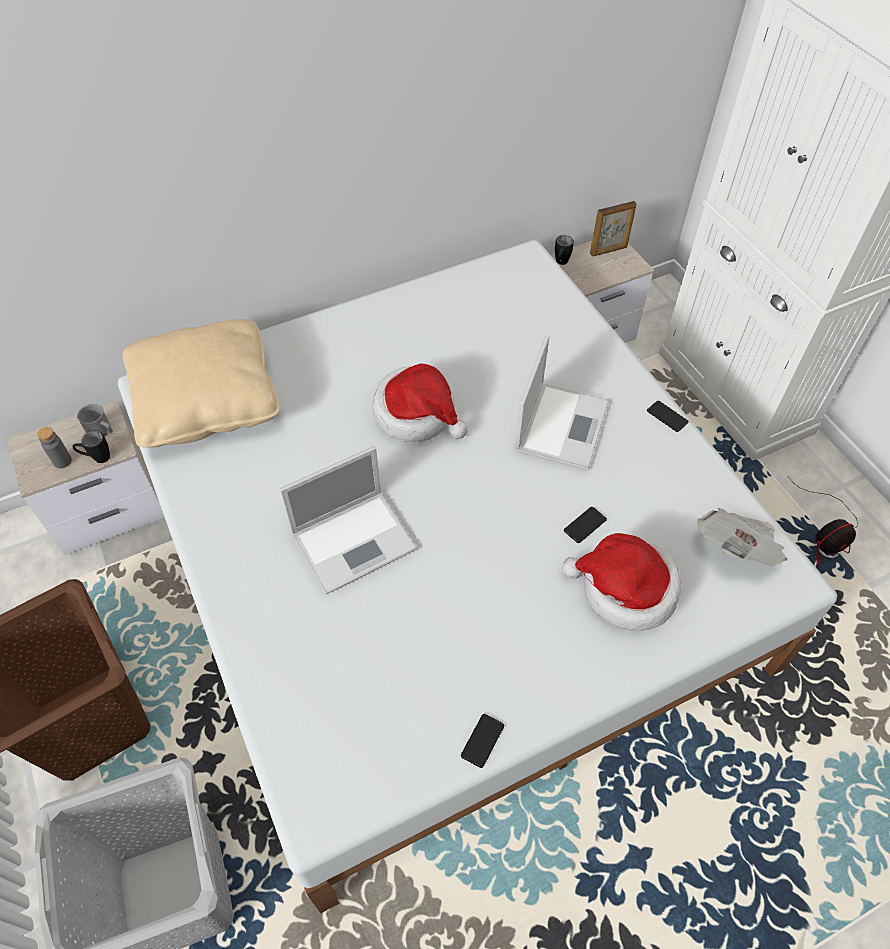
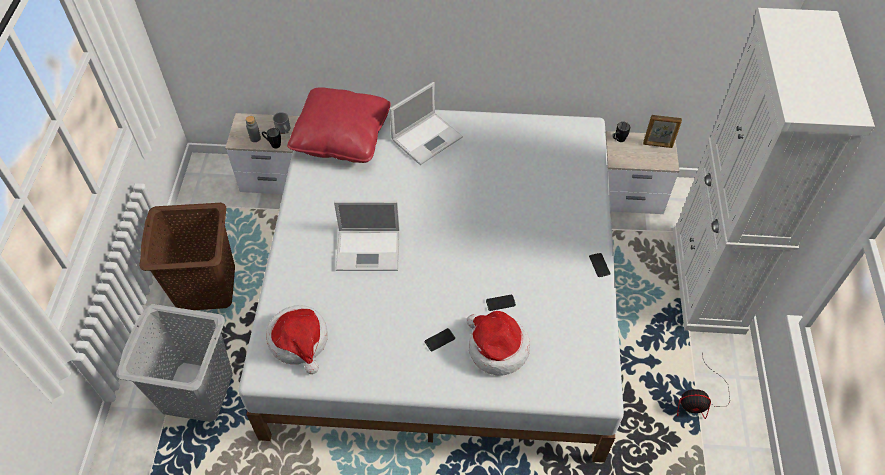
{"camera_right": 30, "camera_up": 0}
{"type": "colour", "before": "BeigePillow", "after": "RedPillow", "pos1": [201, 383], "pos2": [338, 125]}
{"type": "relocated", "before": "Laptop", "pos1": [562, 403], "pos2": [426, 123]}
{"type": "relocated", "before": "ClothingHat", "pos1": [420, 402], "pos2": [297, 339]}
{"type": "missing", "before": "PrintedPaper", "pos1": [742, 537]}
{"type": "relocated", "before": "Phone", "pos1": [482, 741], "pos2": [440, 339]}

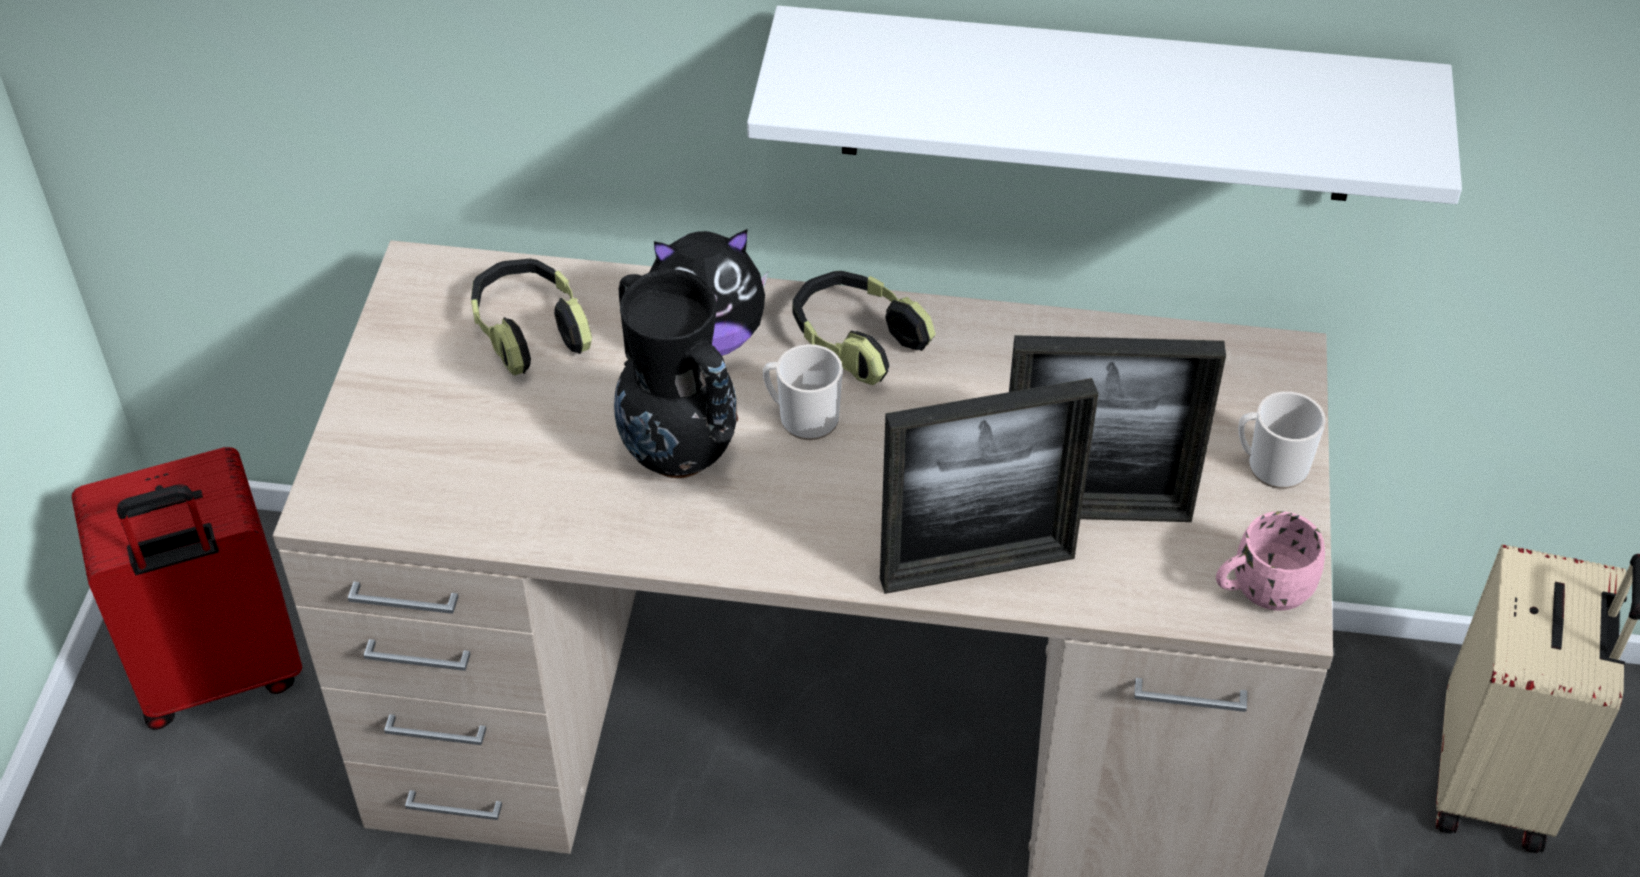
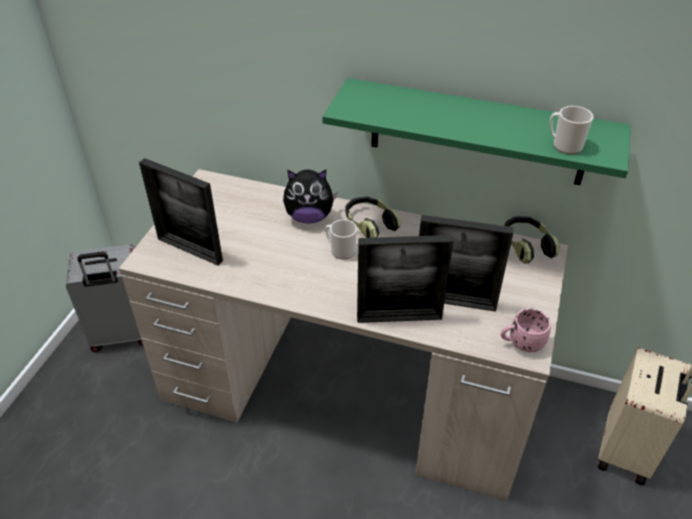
{"camera_right": 10, "camera_up": -5}
{"type": "colour", "before": "WhiteColouredBracketShelf", "after": "GreenishBracketShelf", "pos1": [1104, 105], "pos2": [476, 131]}
{"type": "relocated", "before": "Headset", "pos1": [531, 317], "pos2": [531, 240]}
{"type": "missing", "before": "BlackFlowerVase", "pos1": [676, 373]}
{"type": "relocated", "before": "TeaMug", "pos1": [1282, 440], "pos2": [571, 130]}
{"type": "colour", "before": "RedSuitcase", "after": "GreySuitcase", "pos1": [187, 588], "pos2": [104, 298]}
{"type": "appeared", "after": "StandingFrame", "pos2": [181, 211]}

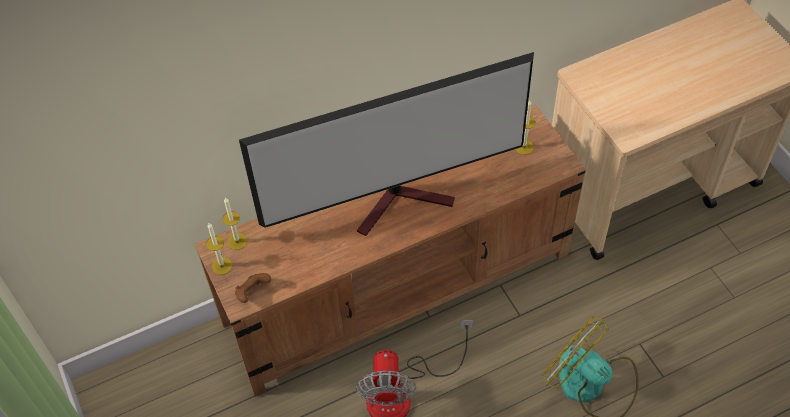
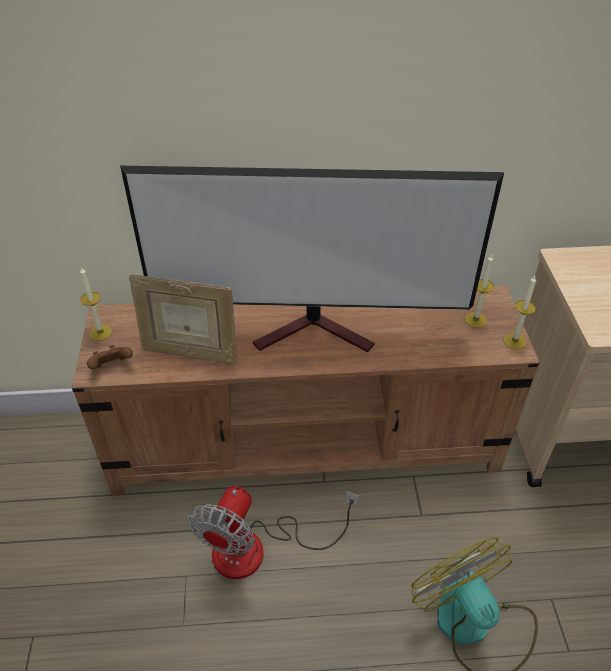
{"camera_right": 20, "camera_up": -10}
{"type": "relocated", "before": "WaxCandle", "pos1": [235, 223], "pos2": [519, 313]}
{"type": "appeared", "after": "StandingFrame", "pos2": [183, 319]}

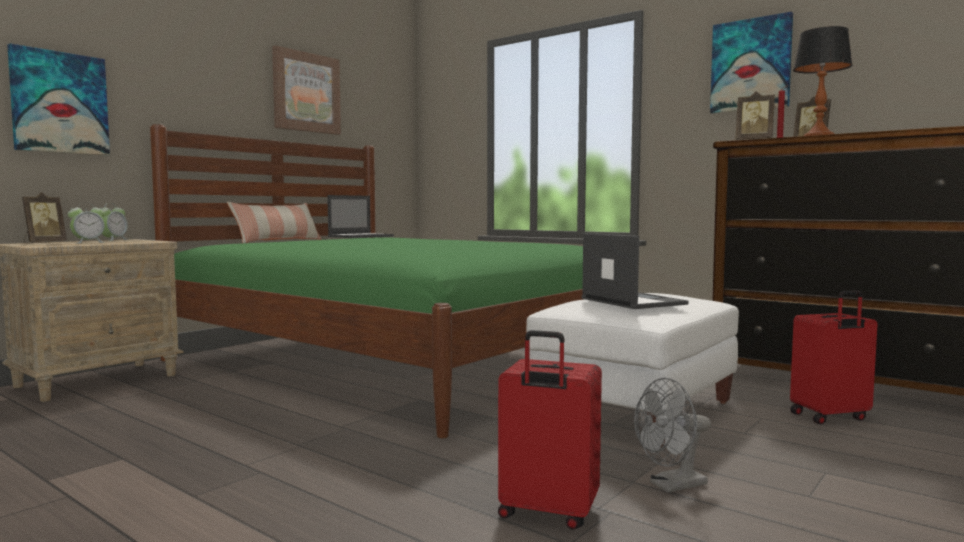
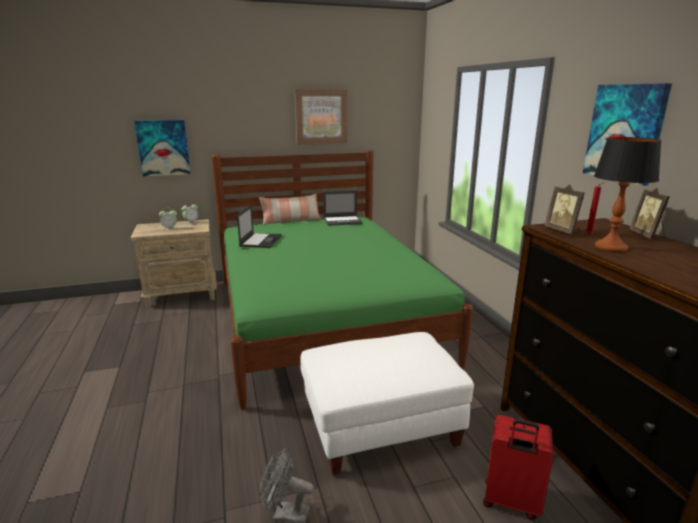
{"camera_right": 35, "camera_up": 15}
{"type": "missing", "before": "StandingFrame", "pos1": [44, 217]}
{"type": "relocated", "before": "Laptop", "pos1": [635, 271], "pos2": [259, 226]}
{"type": "missing", "before": "RedSuitcase", "pos1": [550, 430]}

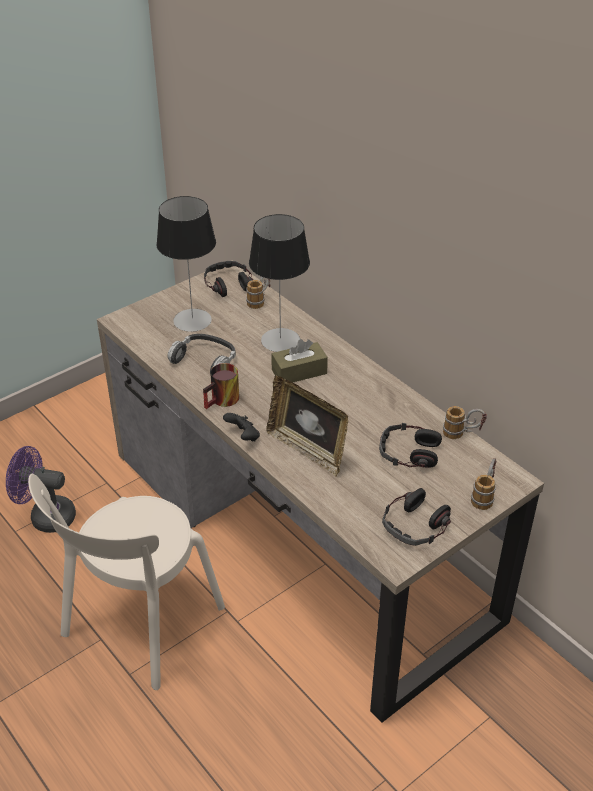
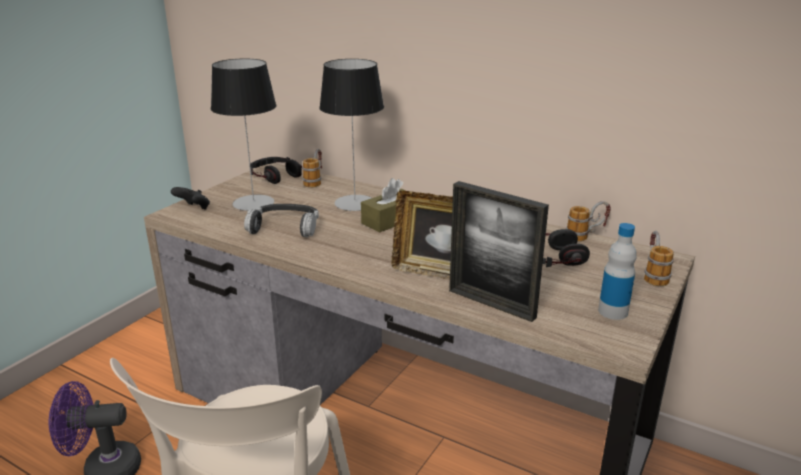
{"camera_right": -20, "camera_up": -15}
{"type": "missing", "before": "TeaMug", "pos1": [221, 386]}
{"type": "relocated", "before": "BlackJoypad", "pos1": [241, 427], "pos2": [190, 198]}
{"type": "exchanged", "before": "Headset", "after": "DrinkBottle", "pos1": [416, 517], "pos2": [617, 271]}
{"type": "appeared", "after": "StandingFrame", "pos2": [499, 251]}

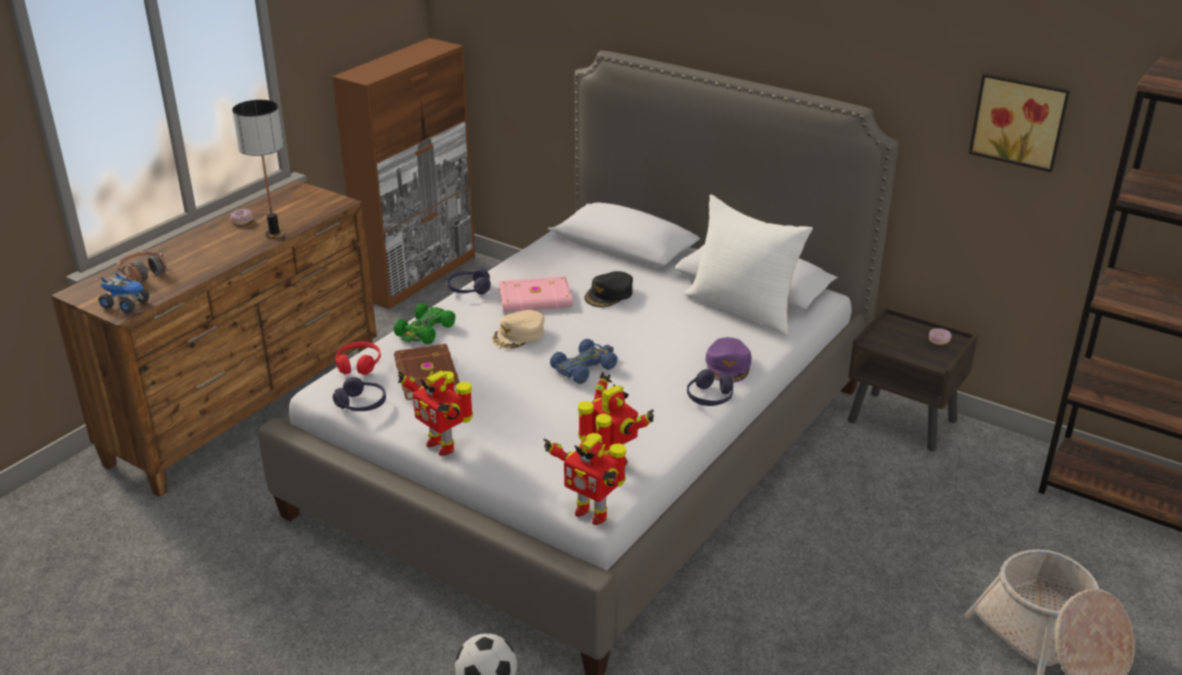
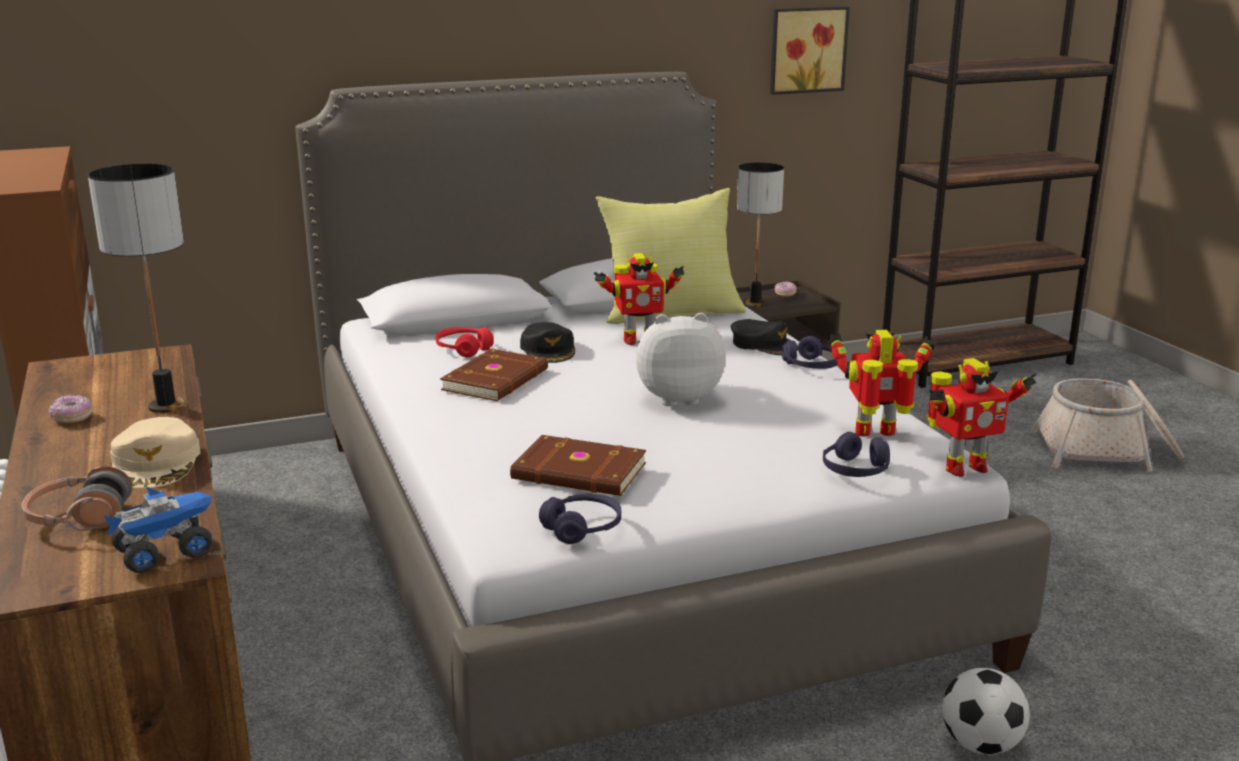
{"camera_right": -55, "camera_up": -10}
{"type": "colour", "before": "WhiteColouredPillow", "after": "YellowColouredPillow", "pos1": [749, 265], "pos2": [670, 256]}
{"type": "relocated", "before": "PurpleColouredHeadset", "pos1": [469, 281], "pos2": [856, 454]}
{"type": "colour", "before": "PinkColouredBoundBook", "after": "BrownishBoundBook", "pos1": [536, 294], "pos2": [494, 375]}
{"type": "missing", "before": "GreenishToyCar", "pos1": [424, 323]}
{"type": "relocated", "before": "BeigeCap", "pos1": [518, 329], "pos2": [155, 453]}
{"type": "colour", "before": "PurpleColouredCap", "after": "BlackCap", "pos1": [729, 360], "pos2": [764, 337]}
{"type": "exchanged", "before": "BluishToyCar", "after": "CuddlyToy", "pos1": [584, 361], "pos2": [681, 359]}
{"type": "relocated", "before": "RedHeadset", "pos1": [358, 358], "pos2": [465, 342]}
{"type": "relocated", "before": "ToyRobot", "pos1": [435, 413], "pos2": [639, 299]}
{"type": "appeared", "after": "TableLamp", "pos2": [760, 234]}

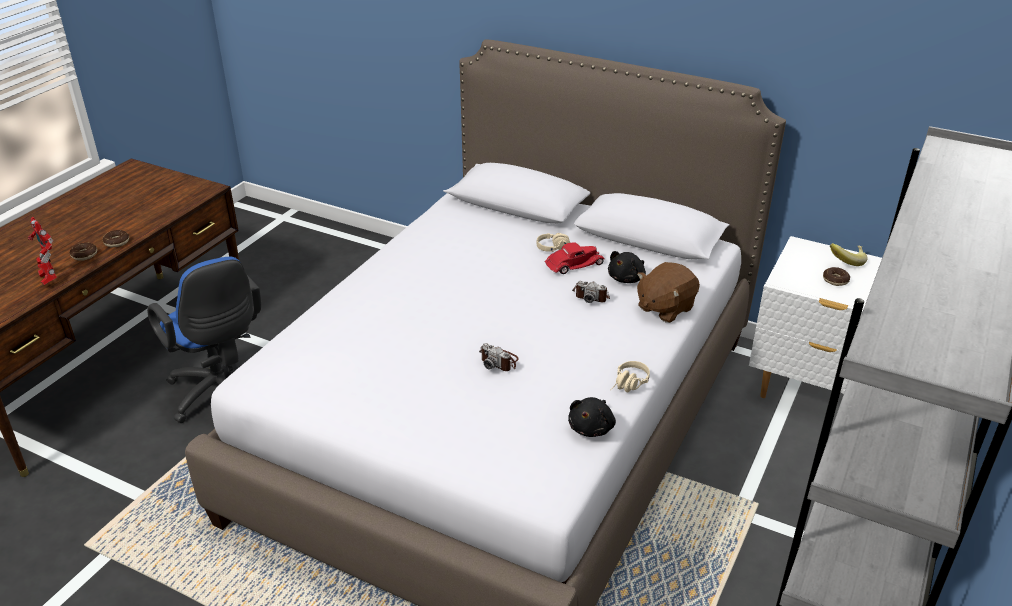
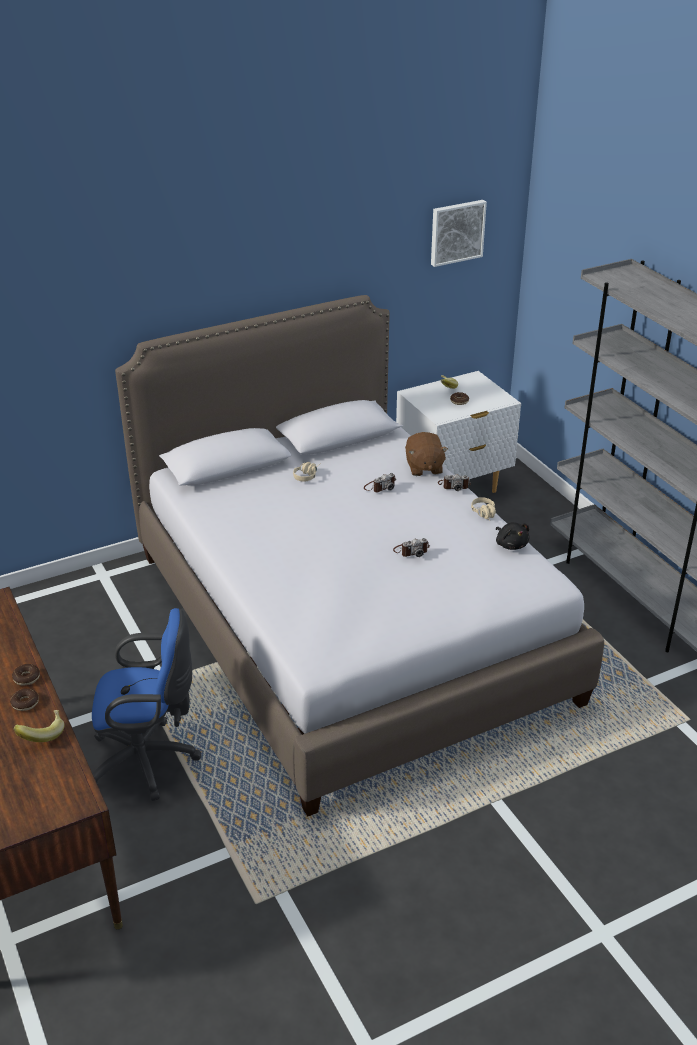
{"camera_right": -55, "camera_up": 0}
{"type": "exchanged", "before": "ToyRobot", "after": "Banana", "pos1": [42, 251], "pos2": [39, 726]}
{"type": "missing", "before": "RedToyCar", "pos1": [575, 258]}
{"type": "missing", "before": "BlackCuddlyToy", "pos1": [627, 267]}
{"type": "appeared", "after": "WallPicture", "pos2": [459, 233]}
{"type": "appeared", "after": "PhotoCamera", "pos2": [454, 482]}

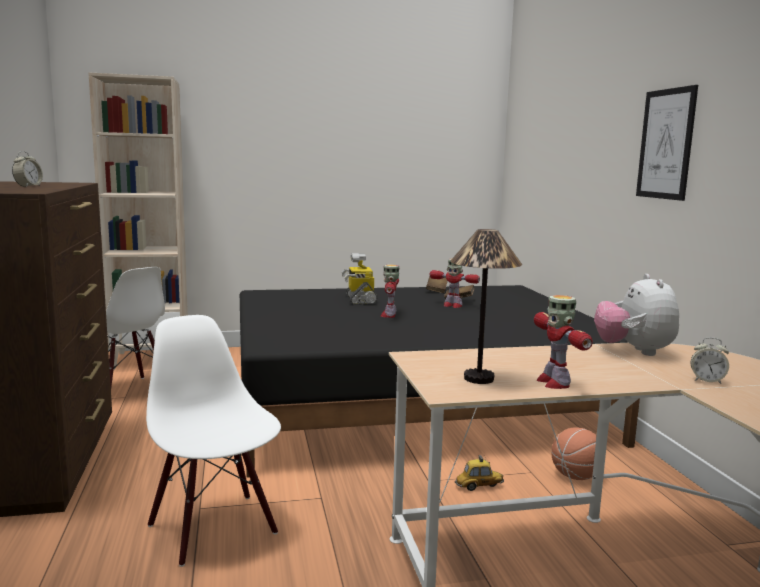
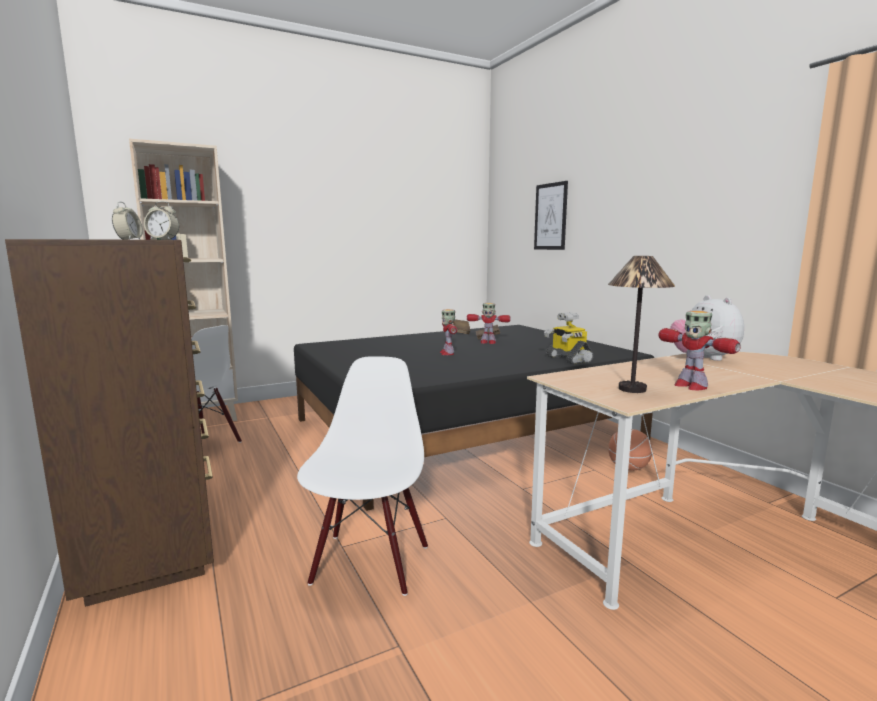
{"camera_right": -15, "camera_up": 0}
{"type": "relocated", "before": "WallPicture", "pos1": [667, 143], "pos2": [551, 215]}
{"type": "relocated", "before": "ToyRobot", "pos1": [360, 279], "pos2": [569, 338]}
{"type": "spun", "before": "WhiteColouredUprightChair", "pos1": [213, 441], "pos2": [362, 476], "turn": 60}
{"type": "relocated", "before": "BedsideClock", "pos1": [710, 360], "pos2": [161, 220]}
{"type": "missing", "before": "ToyCar", "pos1": [479, 473]}

